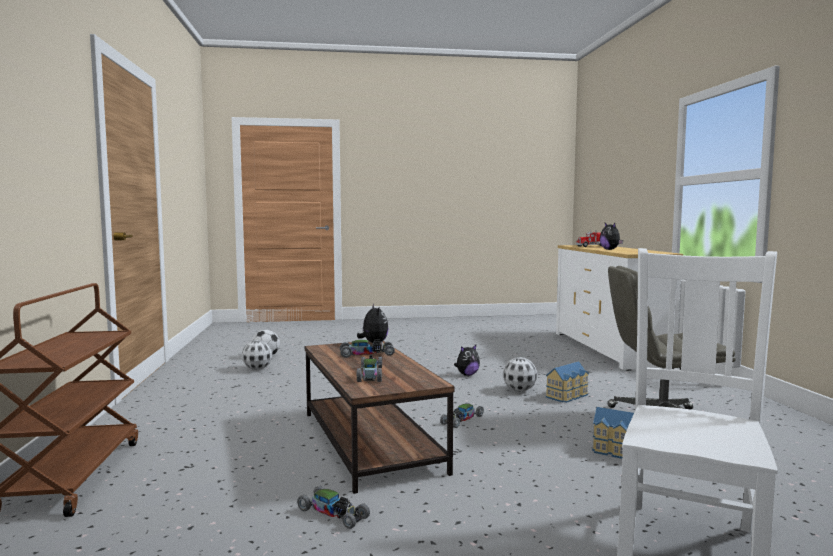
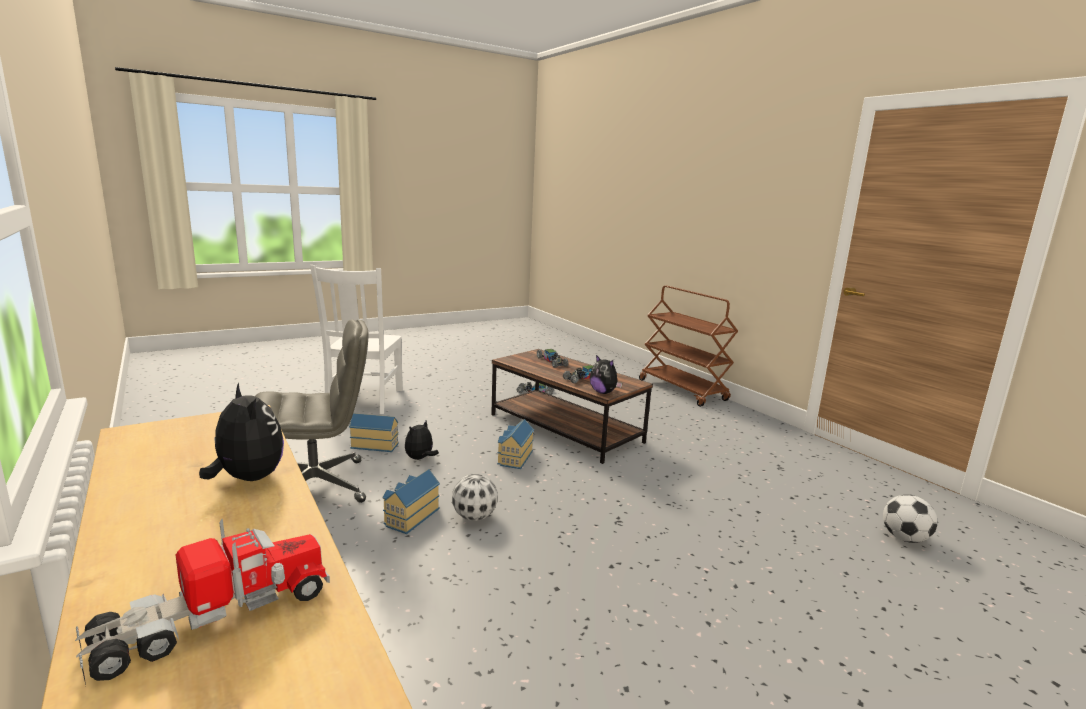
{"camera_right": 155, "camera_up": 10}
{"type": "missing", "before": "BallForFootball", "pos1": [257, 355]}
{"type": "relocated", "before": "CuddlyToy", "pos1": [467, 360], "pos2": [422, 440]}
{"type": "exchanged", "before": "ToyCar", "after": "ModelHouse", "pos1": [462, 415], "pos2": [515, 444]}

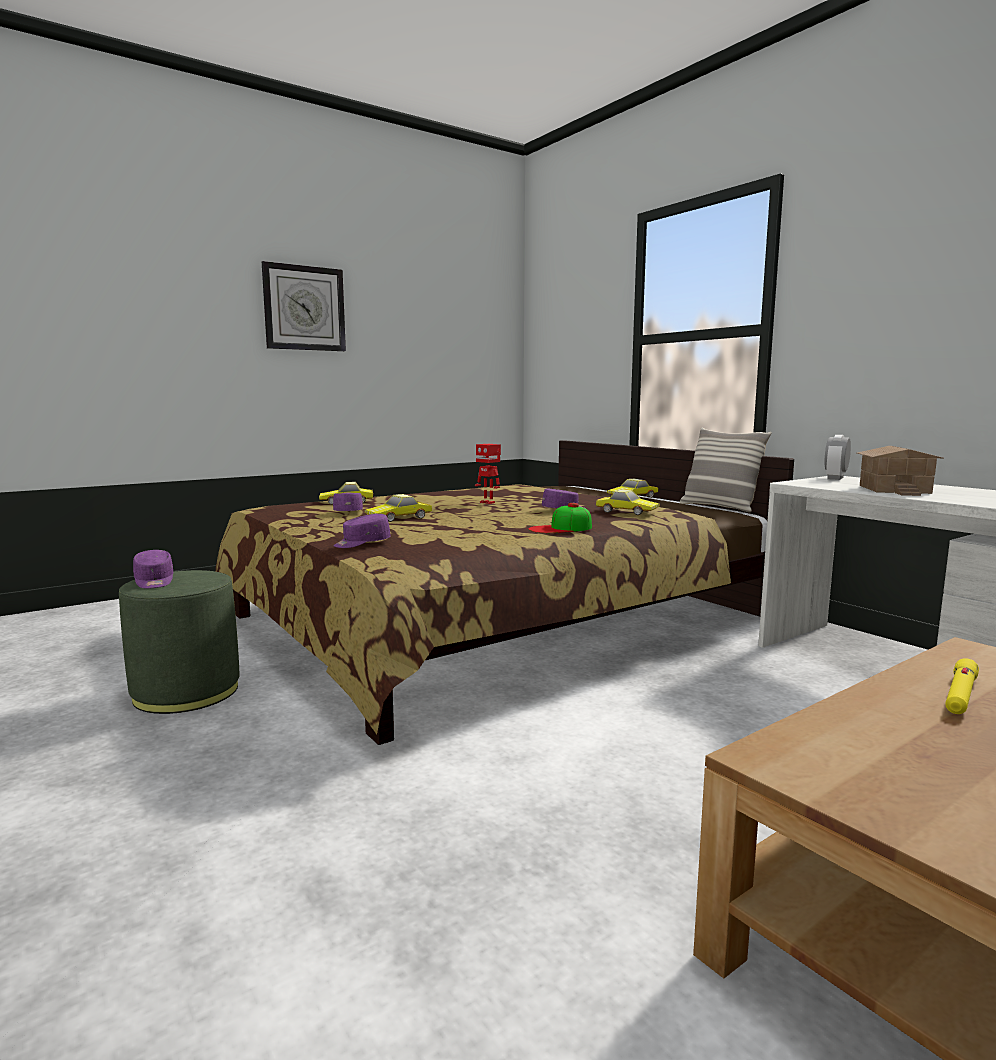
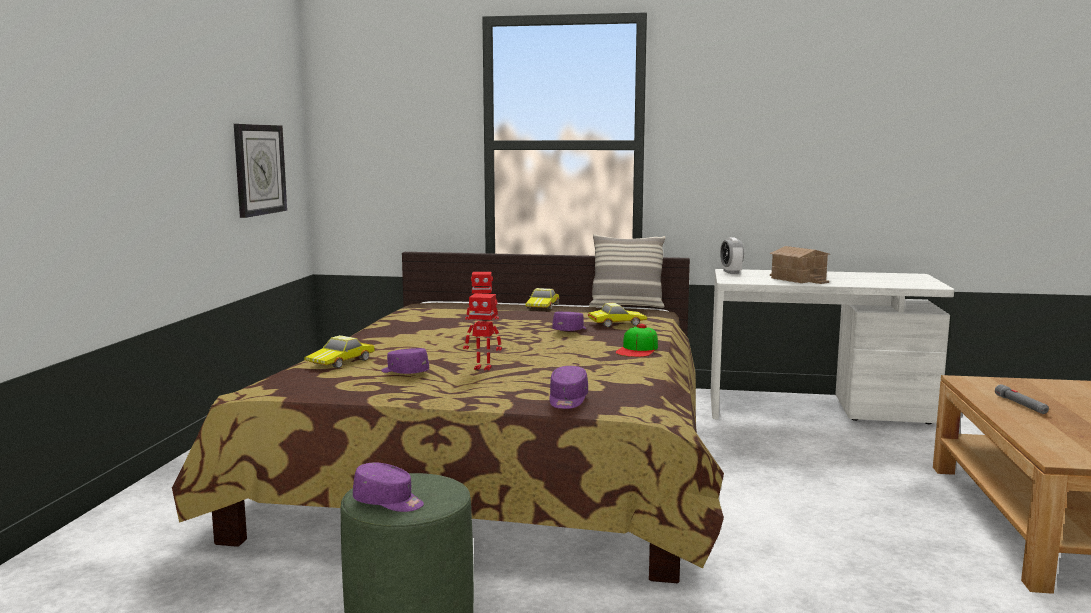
{"camera_right": -45, "camera_up": 0}
{"type": "relocated", "before": "ClockOnTheWall", "pos1": [304, 306], "pos2": [260, 171]}
{"type": "exchanged", "before": "ToyCar", "after": "ToyRobot", "pos1": [398, 508], "pos2": [482, 331]}
{"type": "colour", "before": "YellowColouredTorch", "after": "GreyTorch", "pos1": [962, 686], "pos2": [1022, 399]}

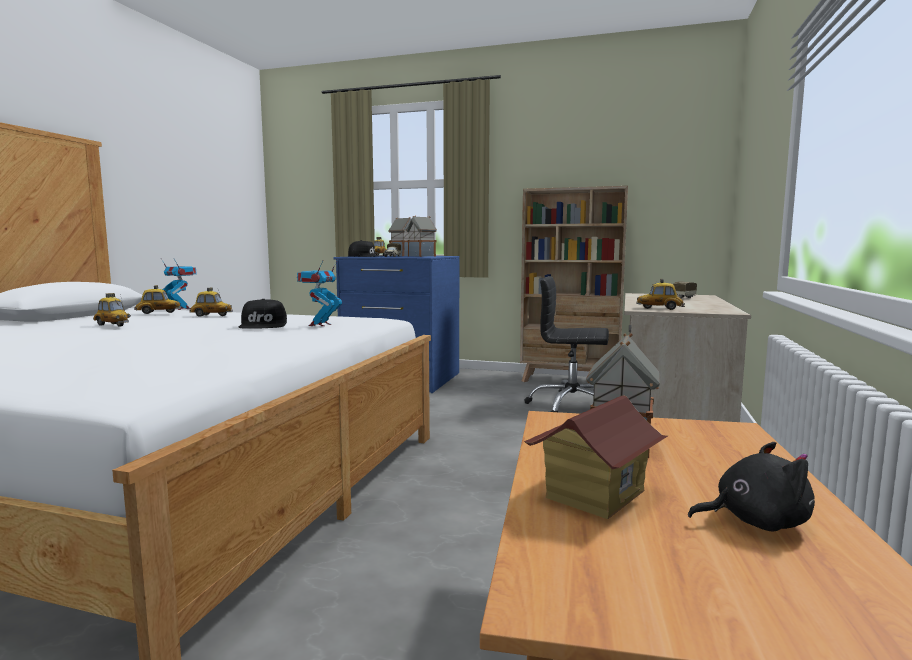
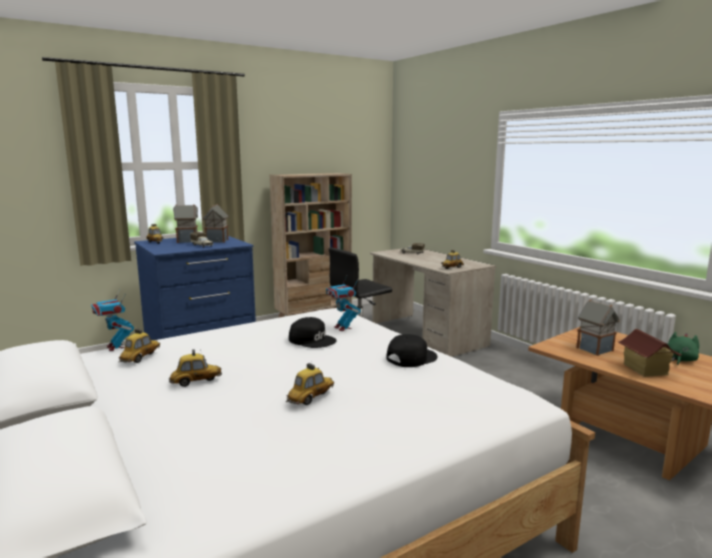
{"camera_right": -50, "camera_up": 5}
{"type": "relocated", "before": "BlackCap", "pos1": [366, 248], "pos2": [411, 350]}
{"type": "spun", "before": "ToyRobot", "pos1": [179, 284], "pos2": [112, 320], "turn": -105}
{"type": "relocated", "before": "ToyCar", "pos1": [211, 302], "pos2": [310, 384]}
{"type": "colour", "before": "BlackCuddlyToy", "after": "GreenishCuddlyToy", "pos1": [751, 486], "pos2": [683, 348]}

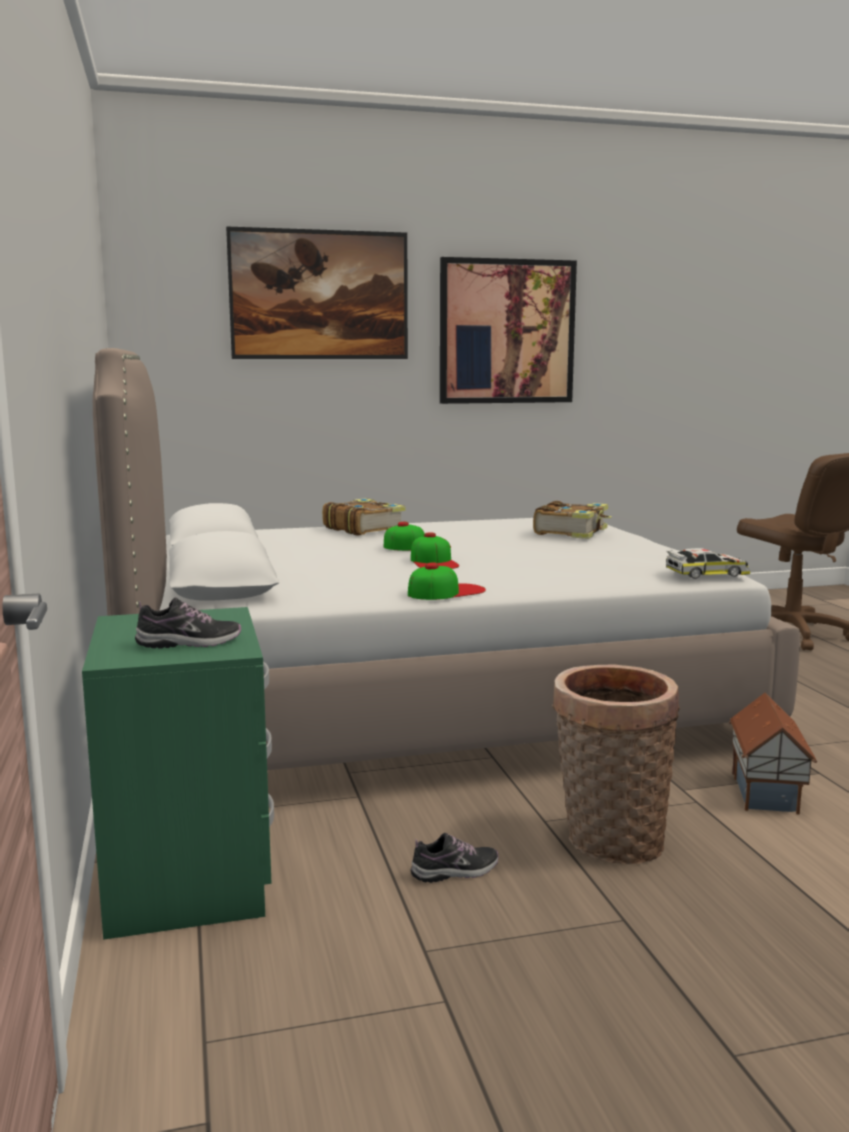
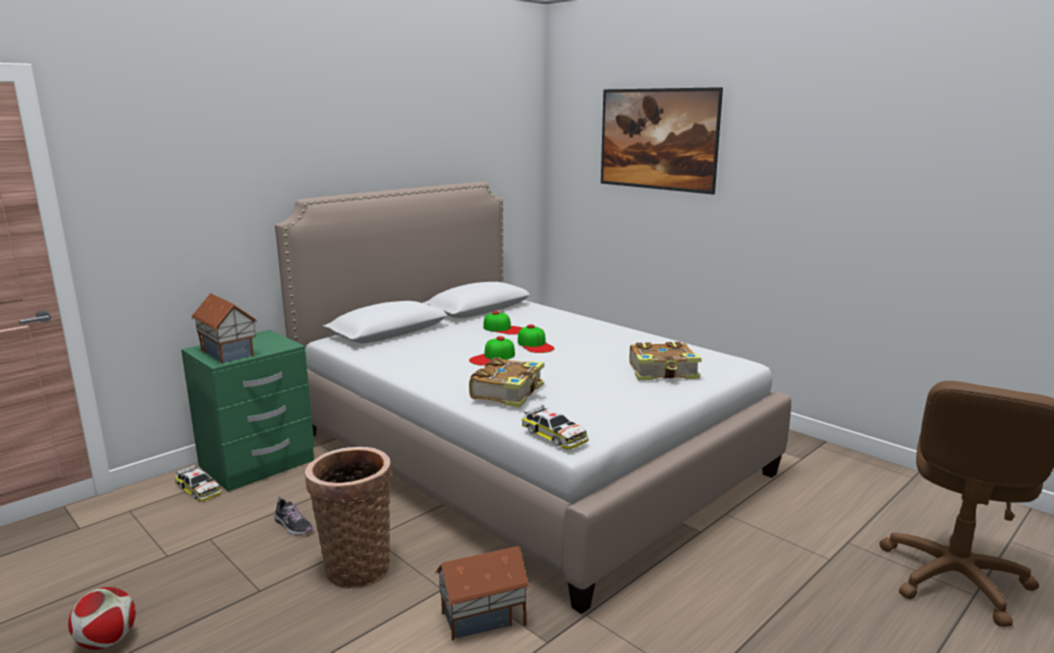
{"camera_right": 60, "camera_up": 5}
{"type": "missing", "before": "WallPicture", "pos1": [508, 330]}
{"type": "relocated", "before": "BoundBook", "pos1": [364, 517], "pos2": [506, 382]}
{"type": "relocated", "before": "Cap", "pos1": [447, 581], "pos2": [503, 323]}
{"type": "exchanged", "before": "LowShoe", "after": "ModelHouse", "pos1": [188, 623], "pos2": [224, 328]}
{"type": "appeared", "after": "ToyCar", "pos2": [198, 483]}
{"type": "appeared", "after": "BallForFootball", "pos2": [102, 618]}

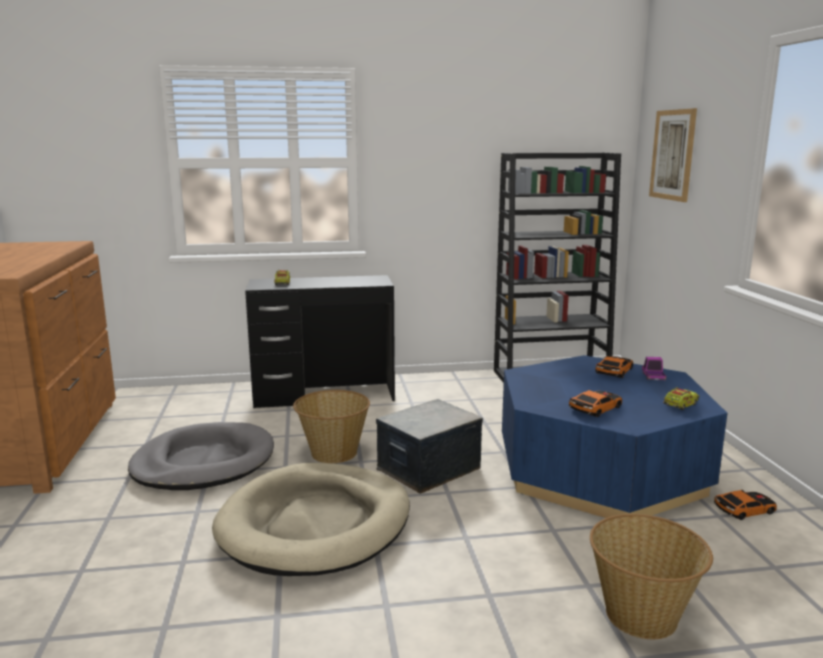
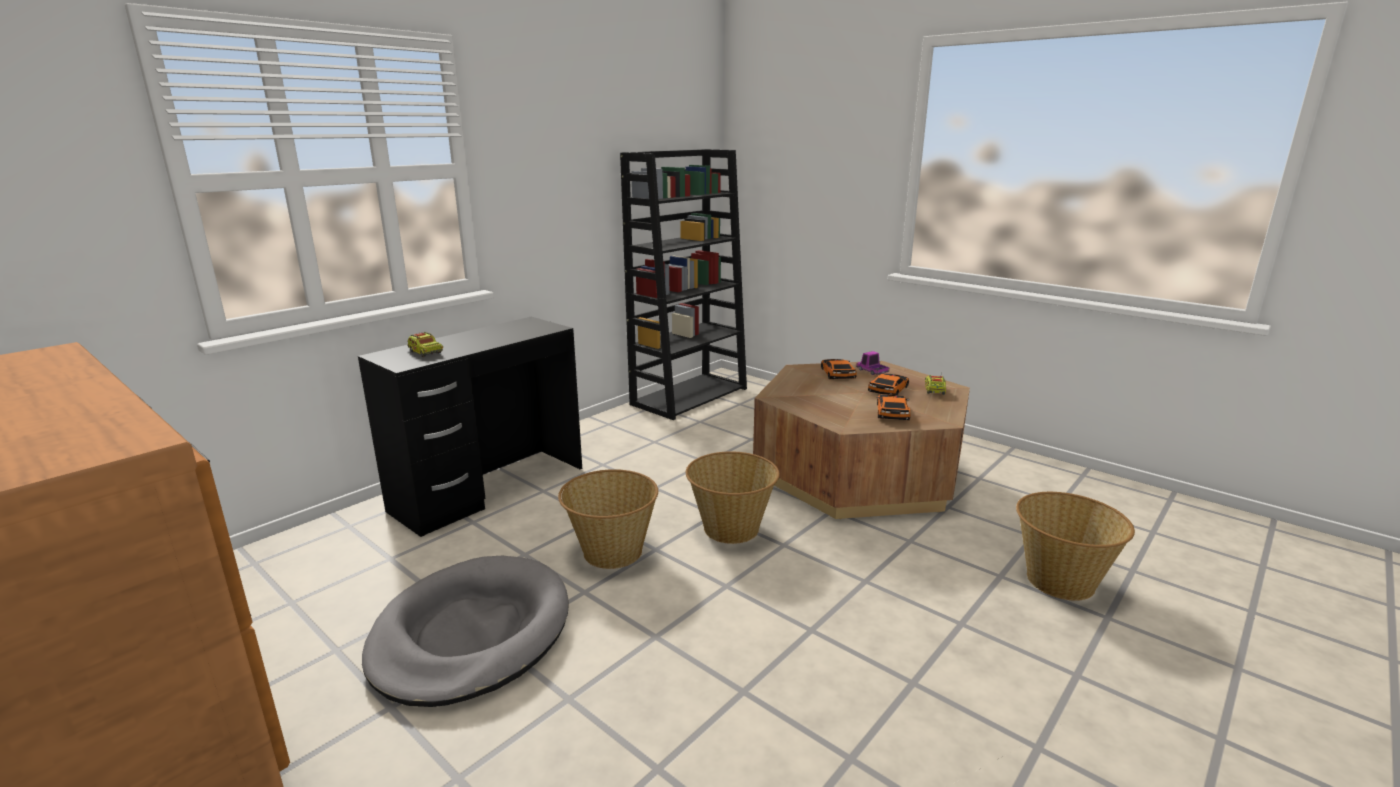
{"camera_right": -40, "camera_up": 5}
{"type": "missing", "before": "WallPicture", "pos1": [673, 155]}
{"type": "colour", "before": "BluishCoffeeTable", "after": "BrownishCoffeeTable", "pos1": [614, 436], "pos2": [861, 440]}
{"type": "exchanged", "before": "StorageBox", "after": "StorageBasket", "pos1": [429, 446], "pos2": [733, 497]}
{"type": "missing", "before": "BeigePetBed", "pos1": [311, 519]}
{"type": "relocated", "before": "ToyCar", "pos1": [745, 505], "pos2": [888, 384]}

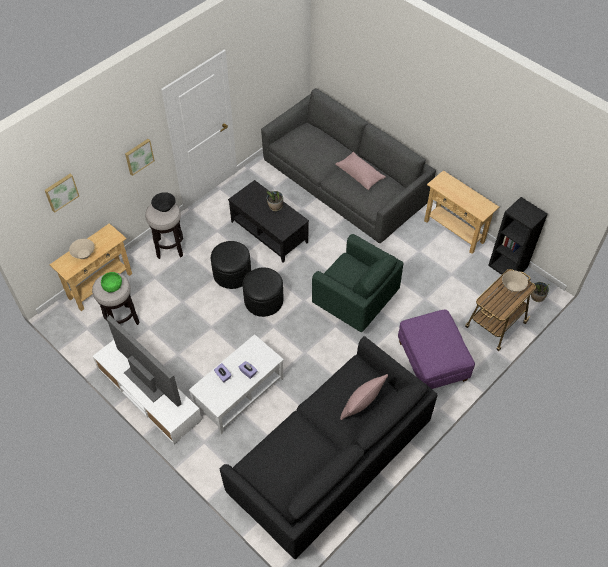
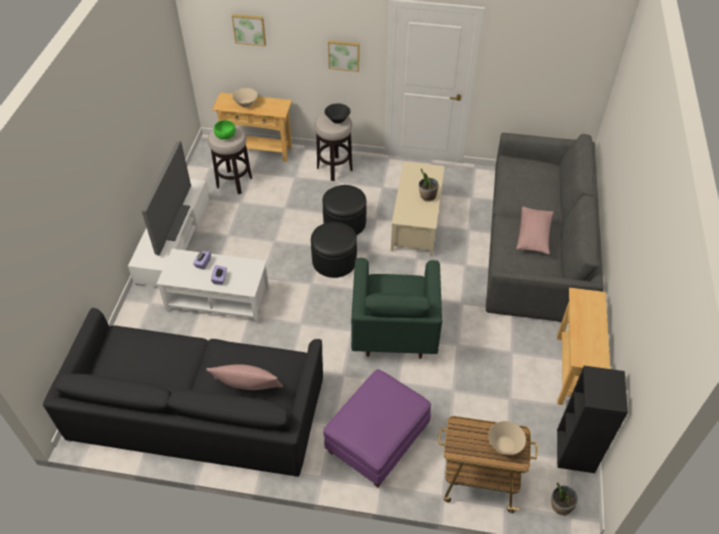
{"camera_right": 55, "camera_up": -5}
{"type": "colour", "before": "BlackCoffeeTable", "after": "BeigeCoffeeTable", "pos1": [268, 221], "pos2": [418, 209]}

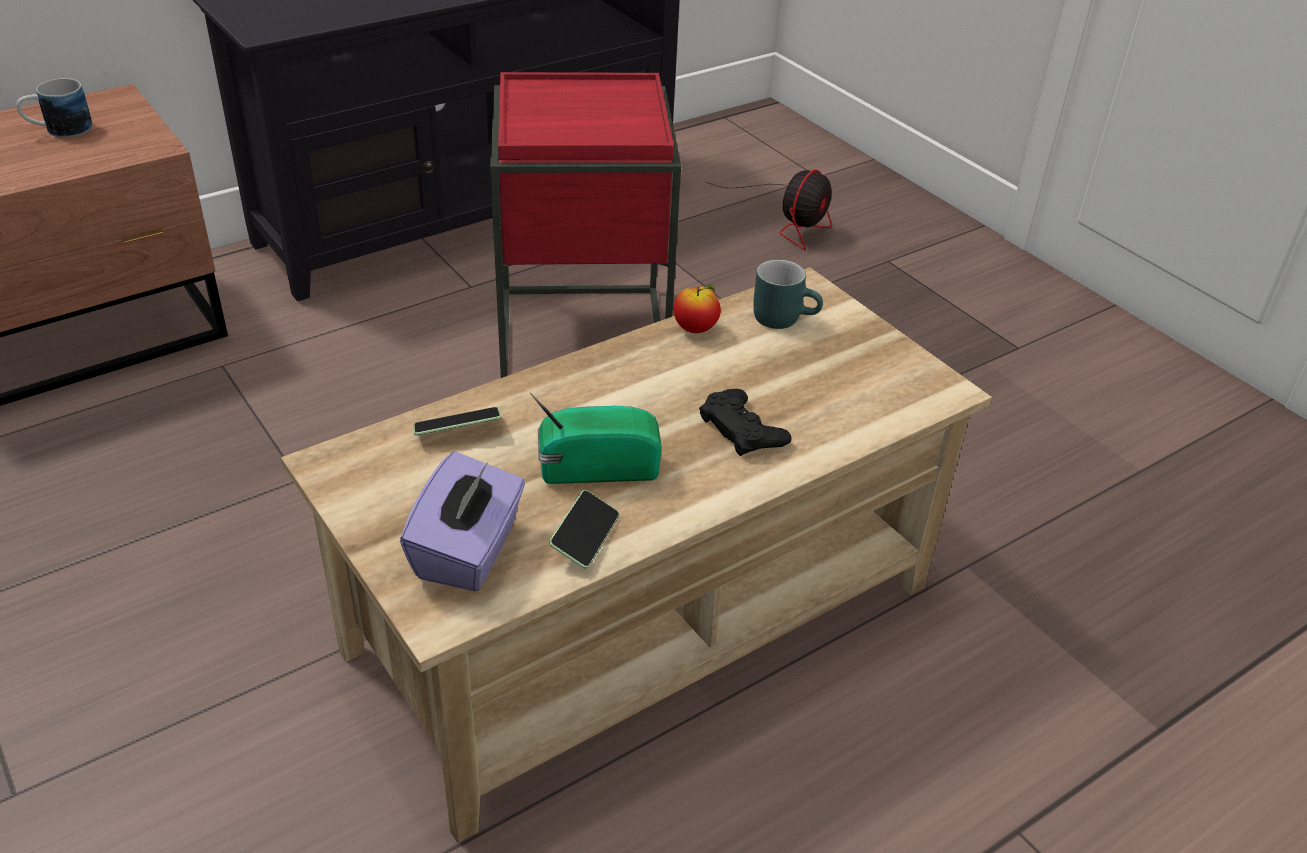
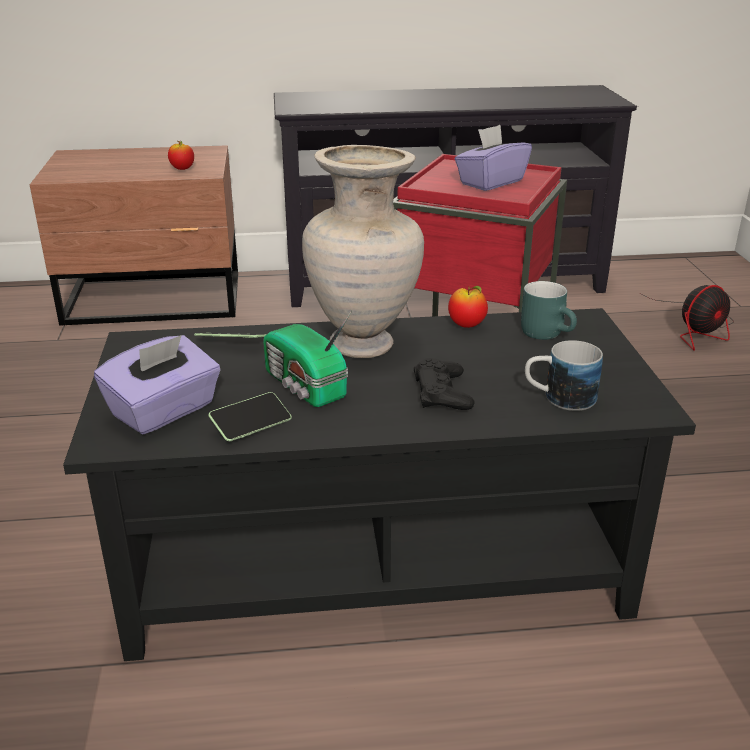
{"camera_right": 30, "camera_up": -10}
{"type": "relocated", "before": "TeaMug", "pos1": [54, 108], "pos2": [564, 375]}
{"type": "colour", "before": "BeigeCoffeeTable", "after": "BlackCoffeeTable", "pos1": [636, 555], "pos2": [379, 484]}
{"type": "spun", "before": "RadioSet", "pos1": [596, 438], "pos2": [307, 359], "turn": -150}
{"type": "appeared", "after": "PurpleColouredBoxOfTissues", "pos2": [493, 158]}
{"type": "appeared", "after": "WholeApple", "pos2": [181, 155]}
{"type": "appeared", "after": "BeigeFlowerVase", "pos2": [363, 251]}

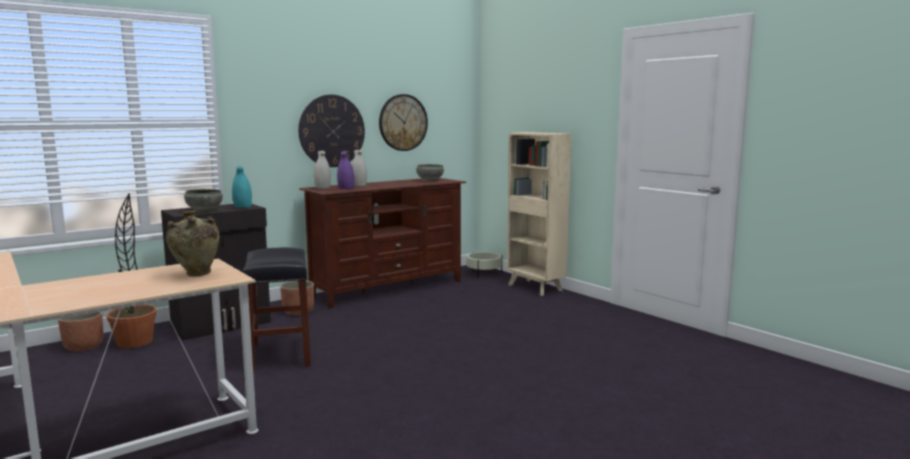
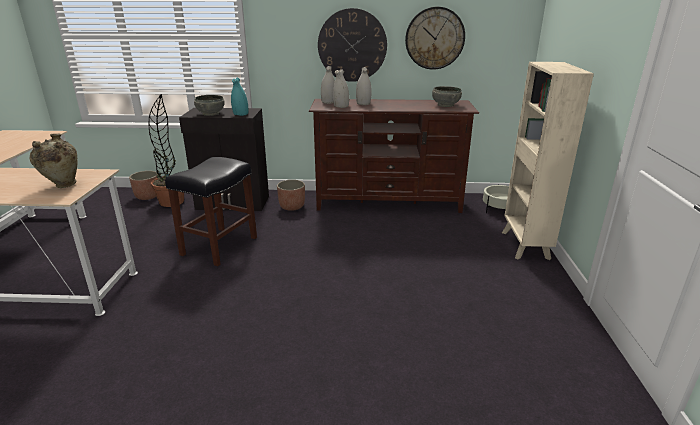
{"camera_right": 40, "camera_up": 15}
{"type": "colour", "before": "PurpleColouredFlowerVase", "after": "WhiteColouredFlowerVase", "pos1": [345, 170], "pos2": [341, 88]}

